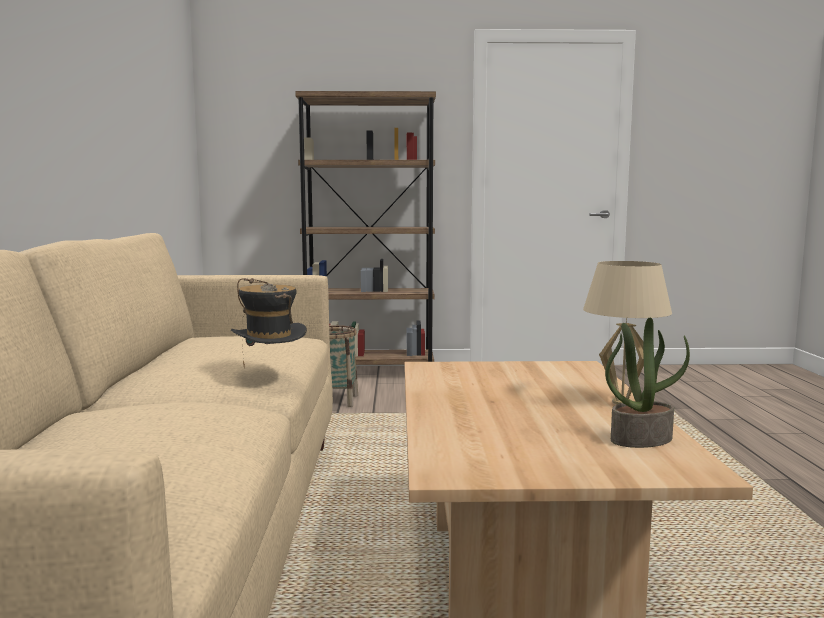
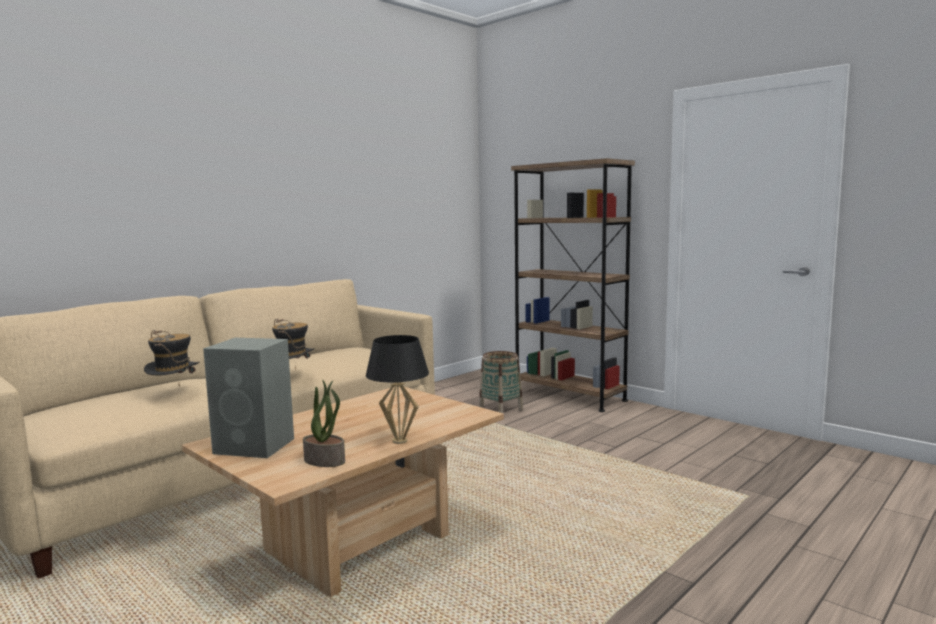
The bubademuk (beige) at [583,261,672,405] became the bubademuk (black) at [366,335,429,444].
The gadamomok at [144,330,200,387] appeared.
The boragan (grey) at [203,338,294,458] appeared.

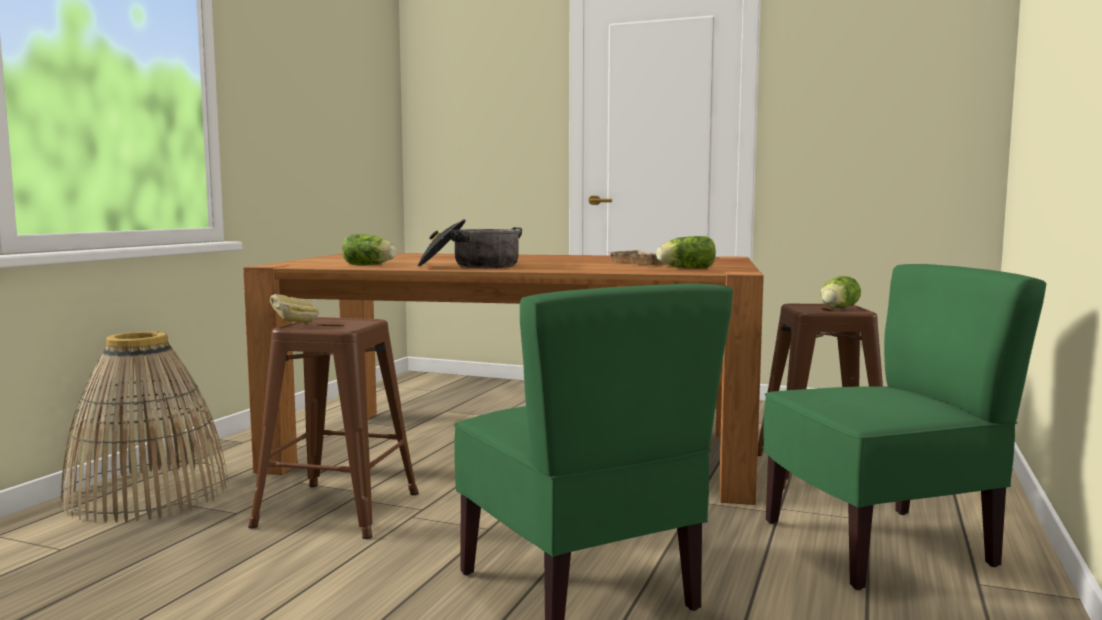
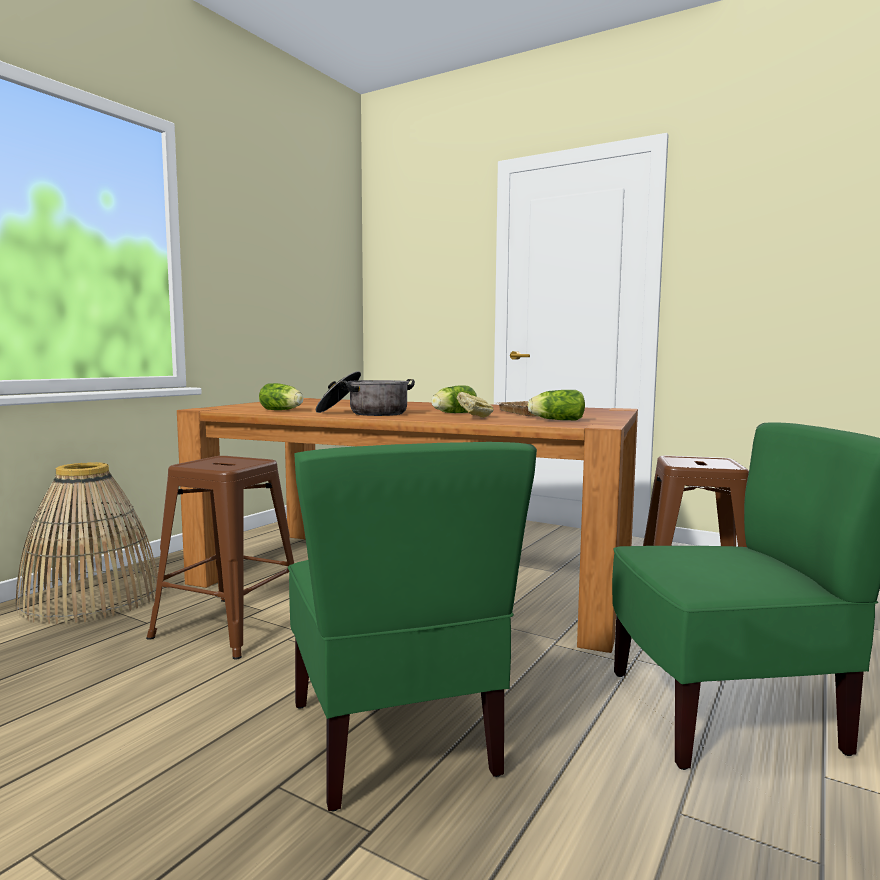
The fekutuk moved from [820,276,861,308] to [431,385,477,413].
The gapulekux moved from [270,294,319,323] to [457,392,493,418].

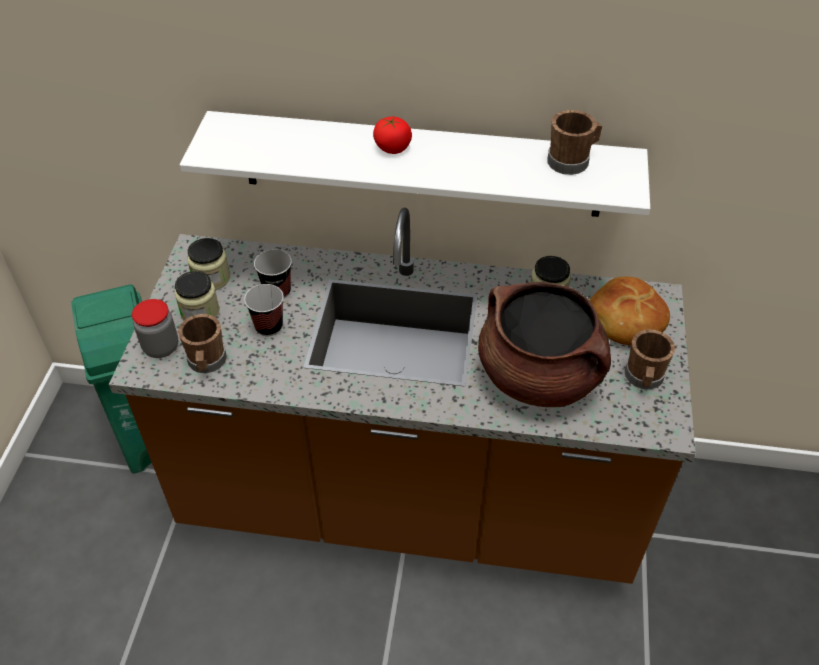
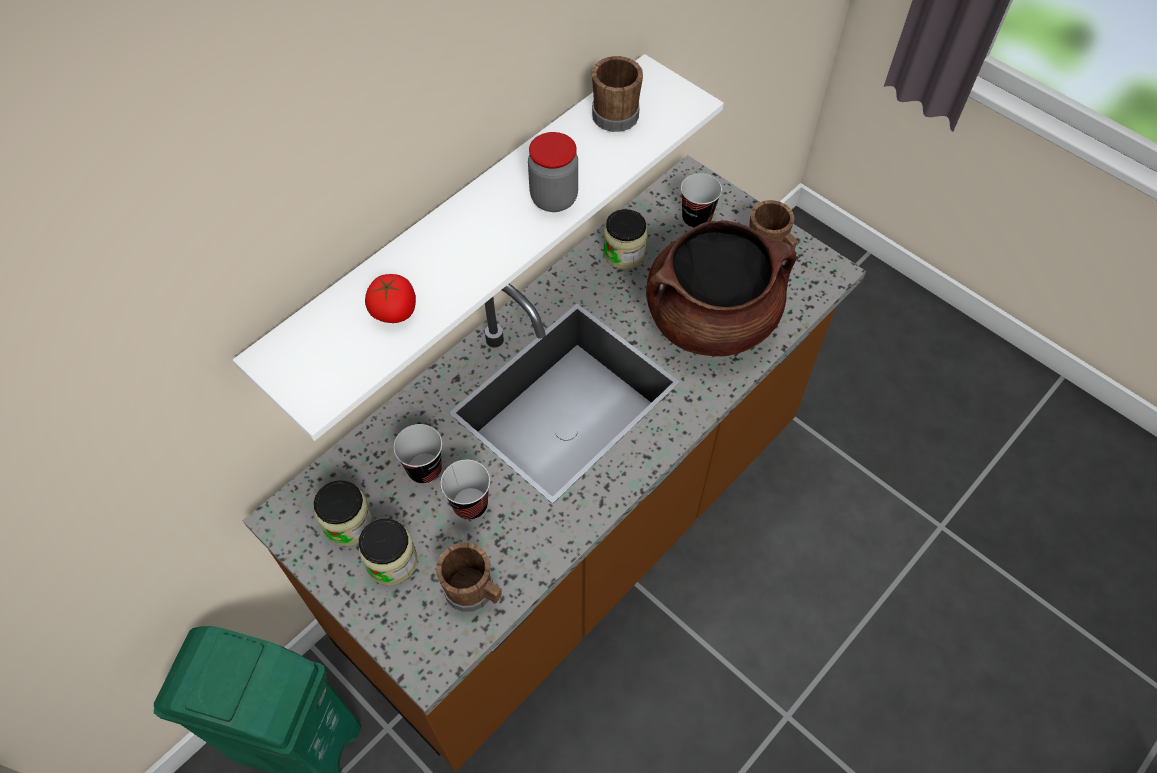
The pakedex moved from [373,116,412,154] to [365,274,416,323].
The gapulekux at [589,276,670,346] was replaced by the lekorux at [681,173,722,229].
The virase moved from [132,299,178,358] to [528,132,578,212].

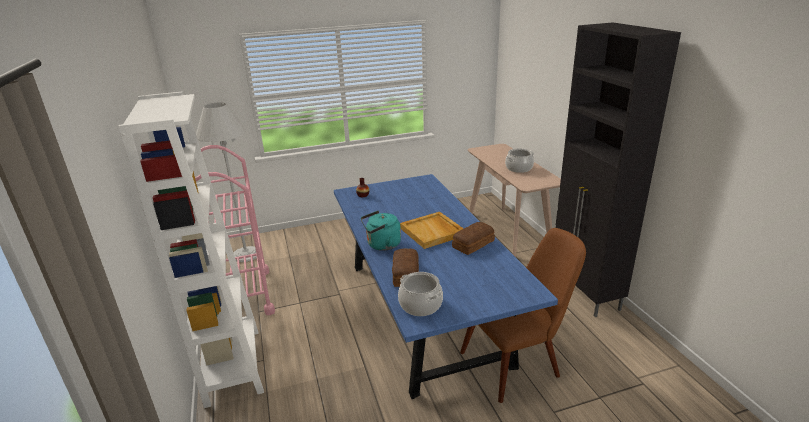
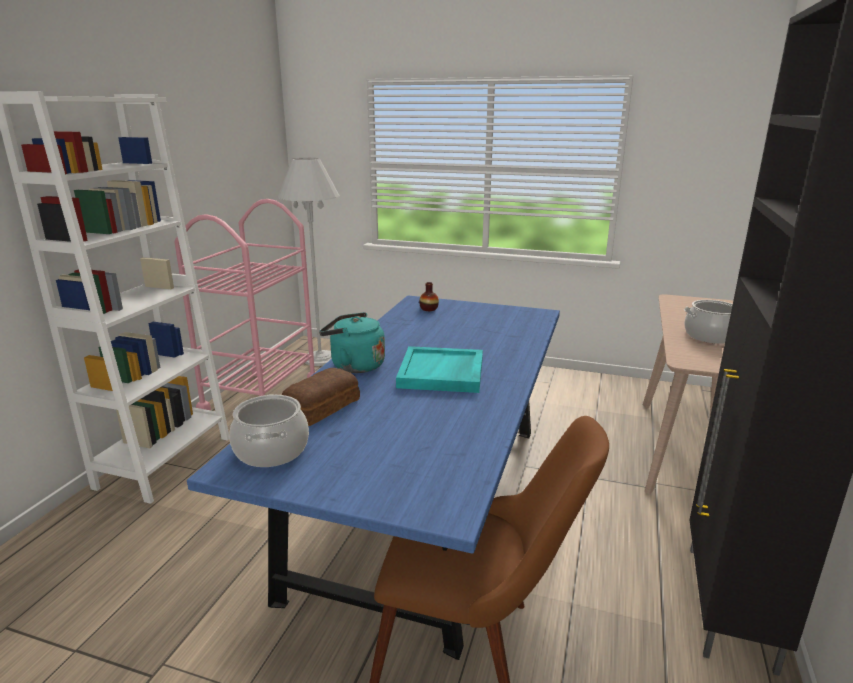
The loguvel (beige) at [400,212,464,249] became the loguvel (turquoise) at [396,346,483,393].
The gapulekux at [452,222,495,255] disappeared.

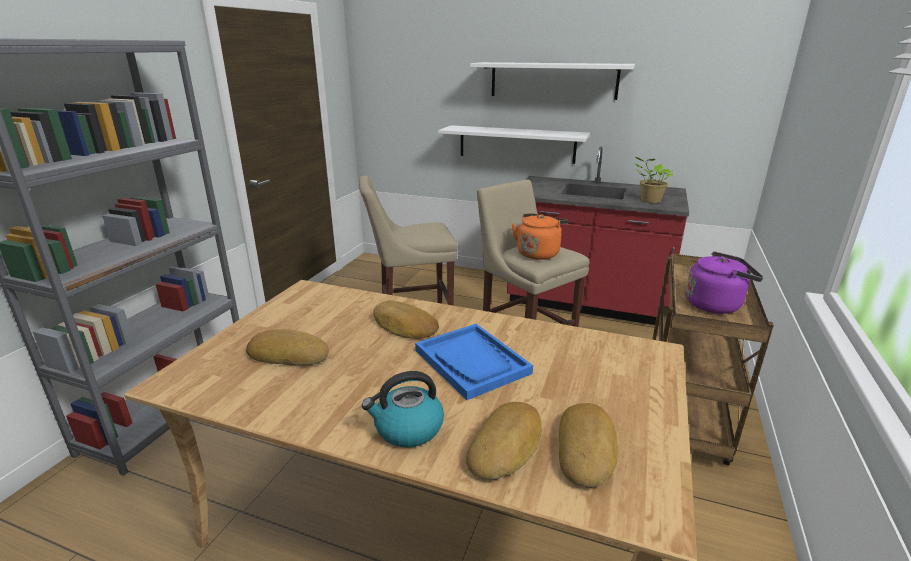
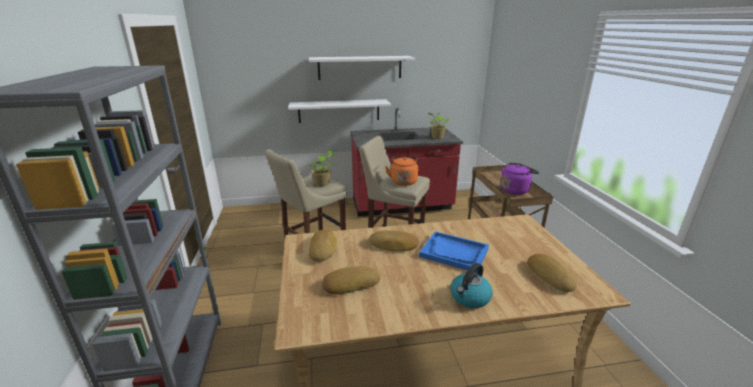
The gapulekux moved from [466,402,542,480] to [309,230,337,262].
The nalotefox at [306,150,336,186] appeared.

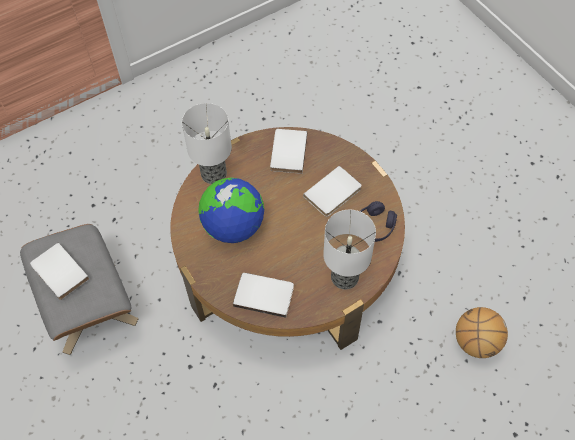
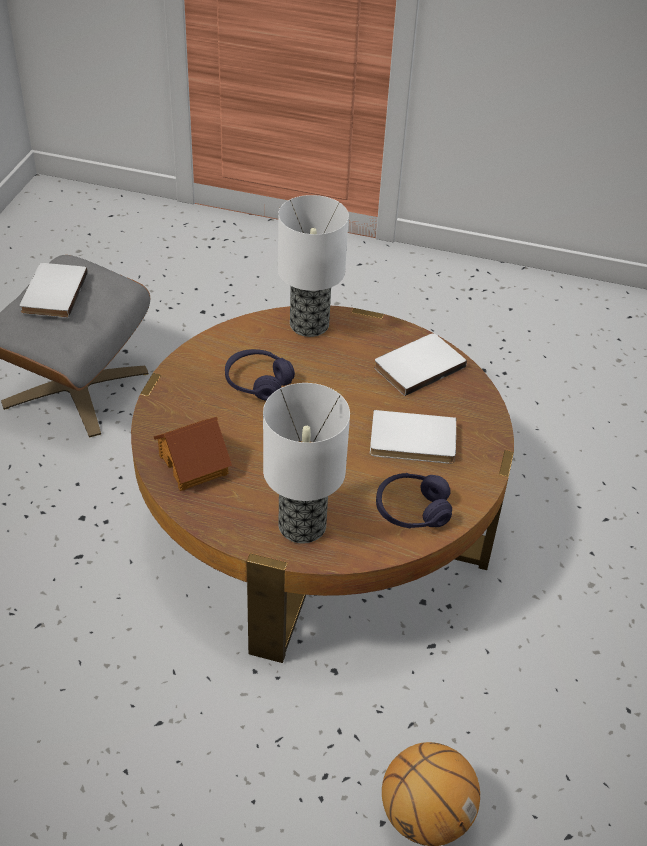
The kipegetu at [198,177,264,243] was replaced by the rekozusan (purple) at [225,349,295,401].
The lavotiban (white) at [233,273,294,318] was replaced by the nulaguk at [154,417,232,491].

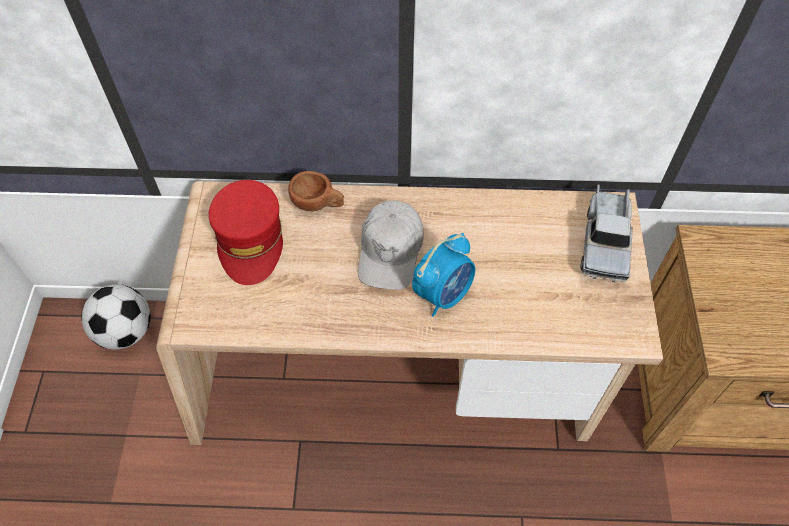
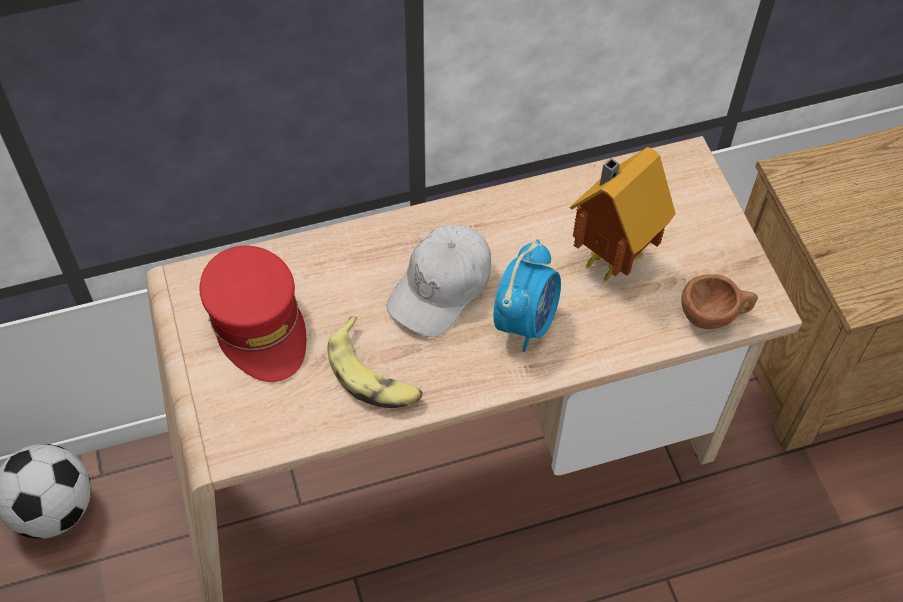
The lekorux (brown) moved from [288,171,344,211] to [681,274,758,329].
The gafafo at [580,184,633,282] disappeared.
The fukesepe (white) at [358,200,424,290] turned 45 degrees clockwise.
The nulaguk at [570,147,676,283] appeared.
The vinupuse at [327,316,423,408] appeared.

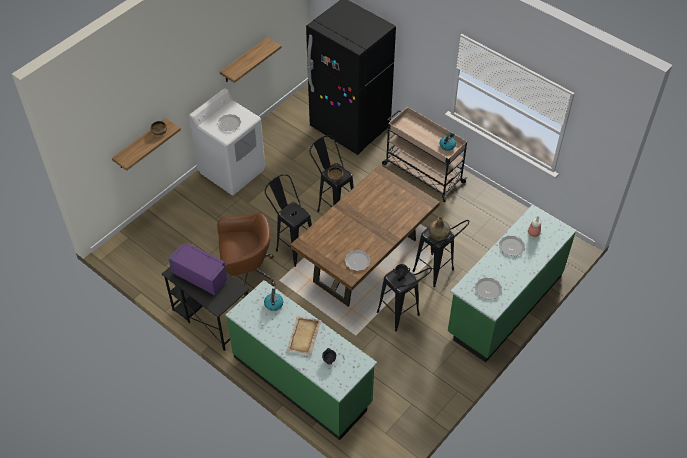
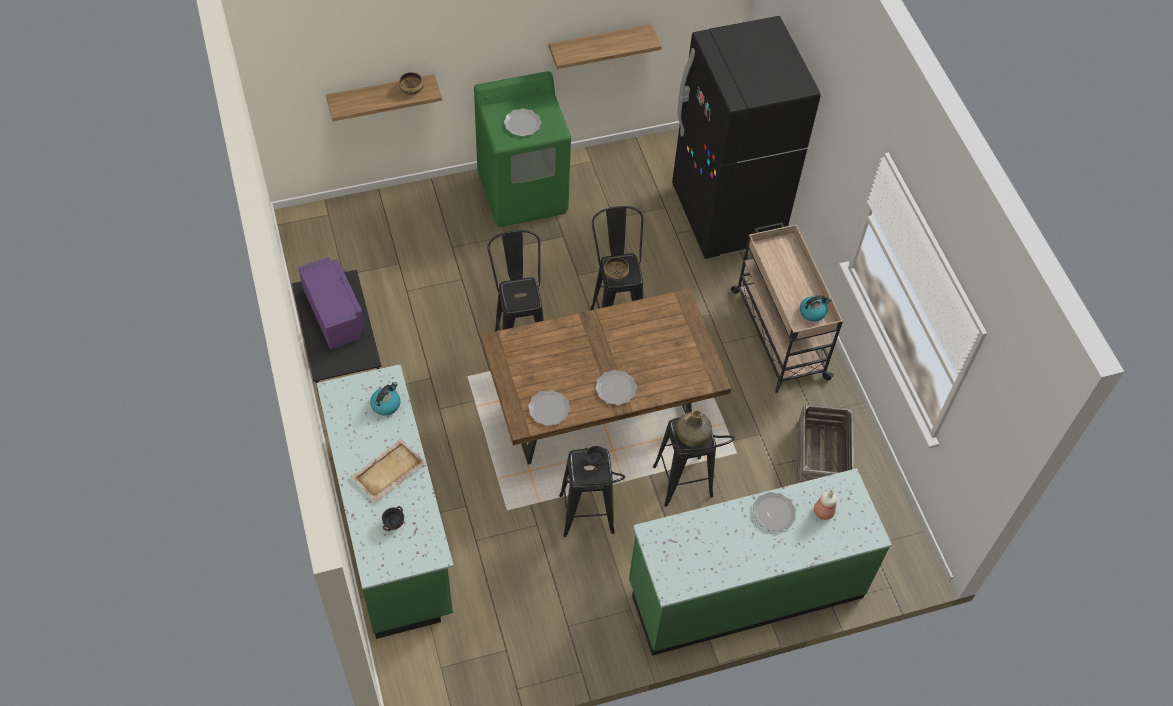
The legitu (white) at [189,89,265,195] became the legitu (green) at [474,71,571,227].
The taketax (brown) at [217,212,276,298] disappeared.
The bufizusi moved from [475,277,502,300] to [595,370,637,405].
The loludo at [796,404,854,484] appeared.

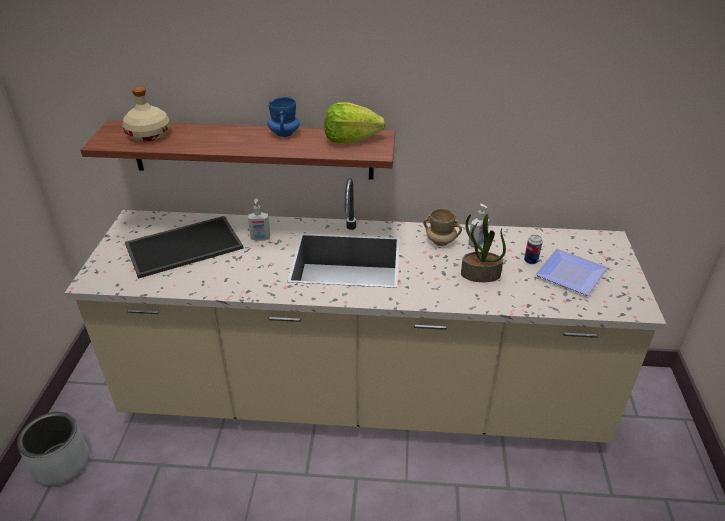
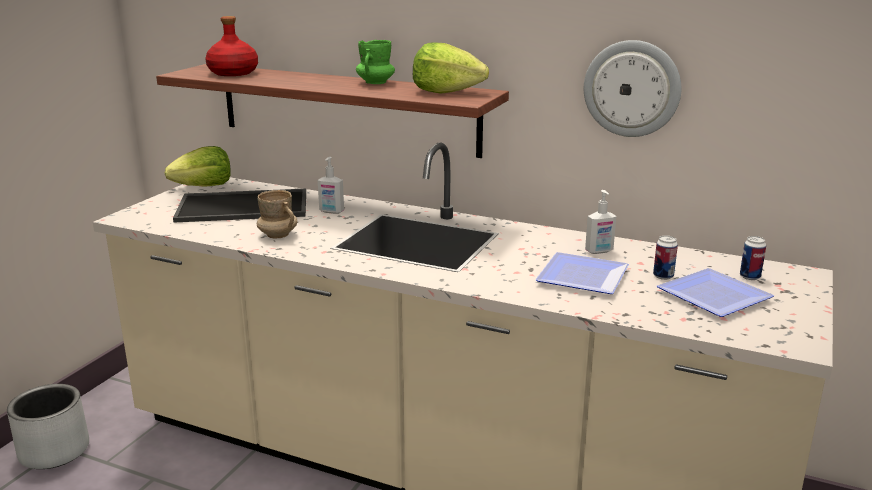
The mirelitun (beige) at [122,87,170,141] became the mirelitun (red) at [205,16,258,76].
The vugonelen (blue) at [267,97,300,137] became the vugonelen (green) at [356,40,395,84].
The vugonelen (beige) moved from [423,208,462,246] to [257,190,298,239].
The nalotefox at [461,214,506,282] was replaced by the bufizusi at [535,252,629,294].
The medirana at [584,40,681,137] appeared.
The fekutuk at [165,146,231,187] appeared.
The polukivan at [740,236,766,280] appeared.

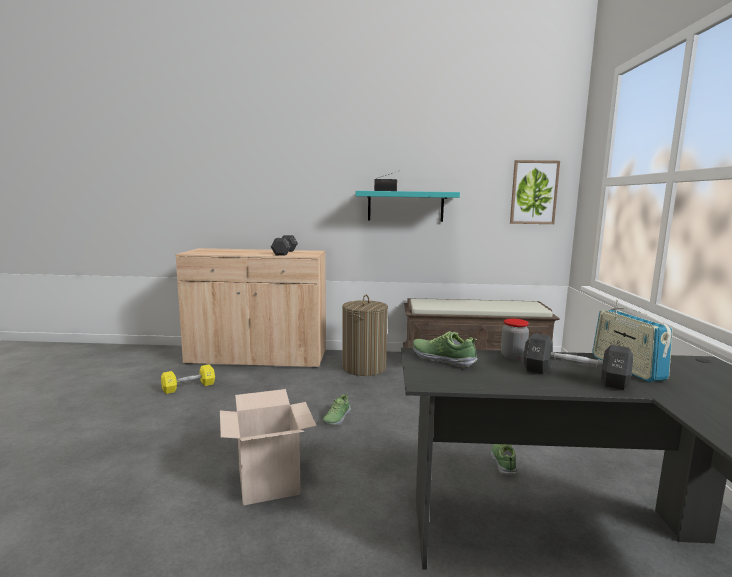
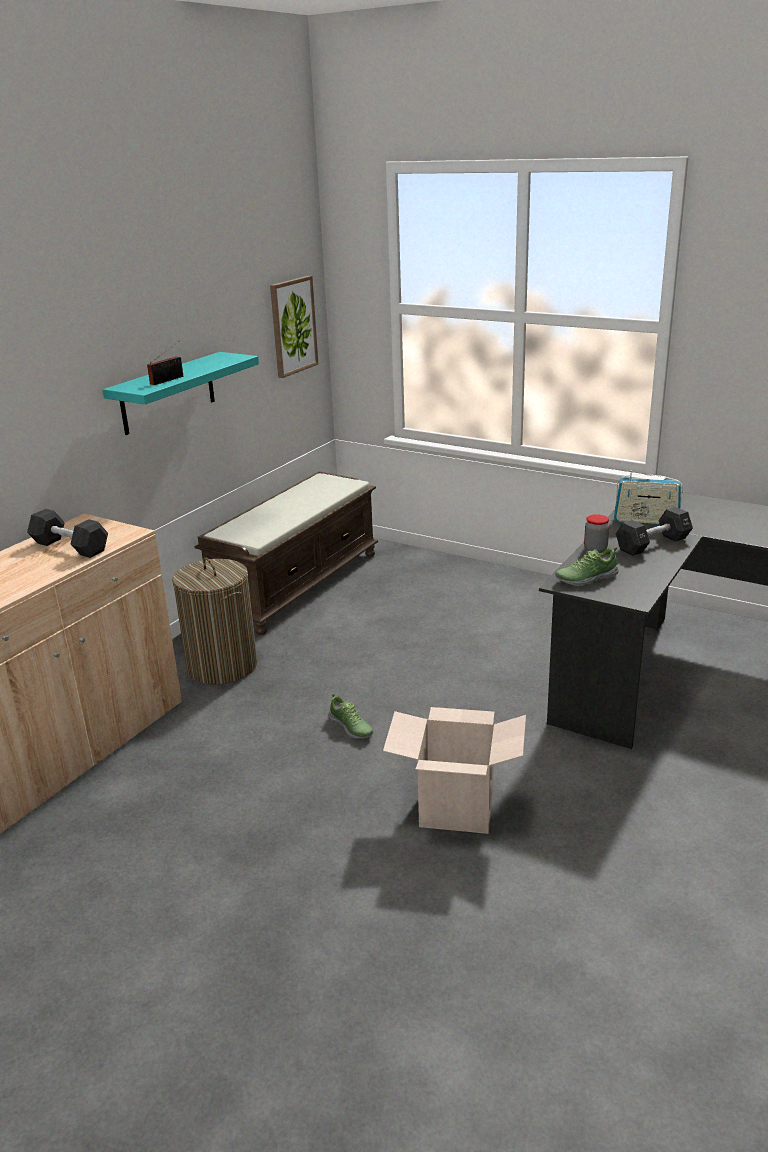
The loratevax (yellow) at [161,364,215,394] disappeared.
The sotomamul at [490,444,518,475] disappeared.

